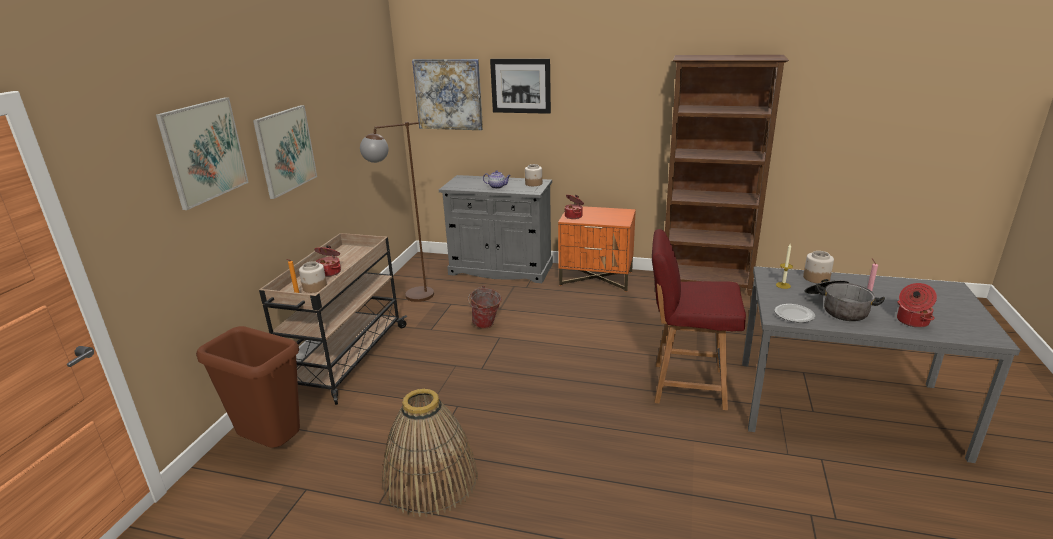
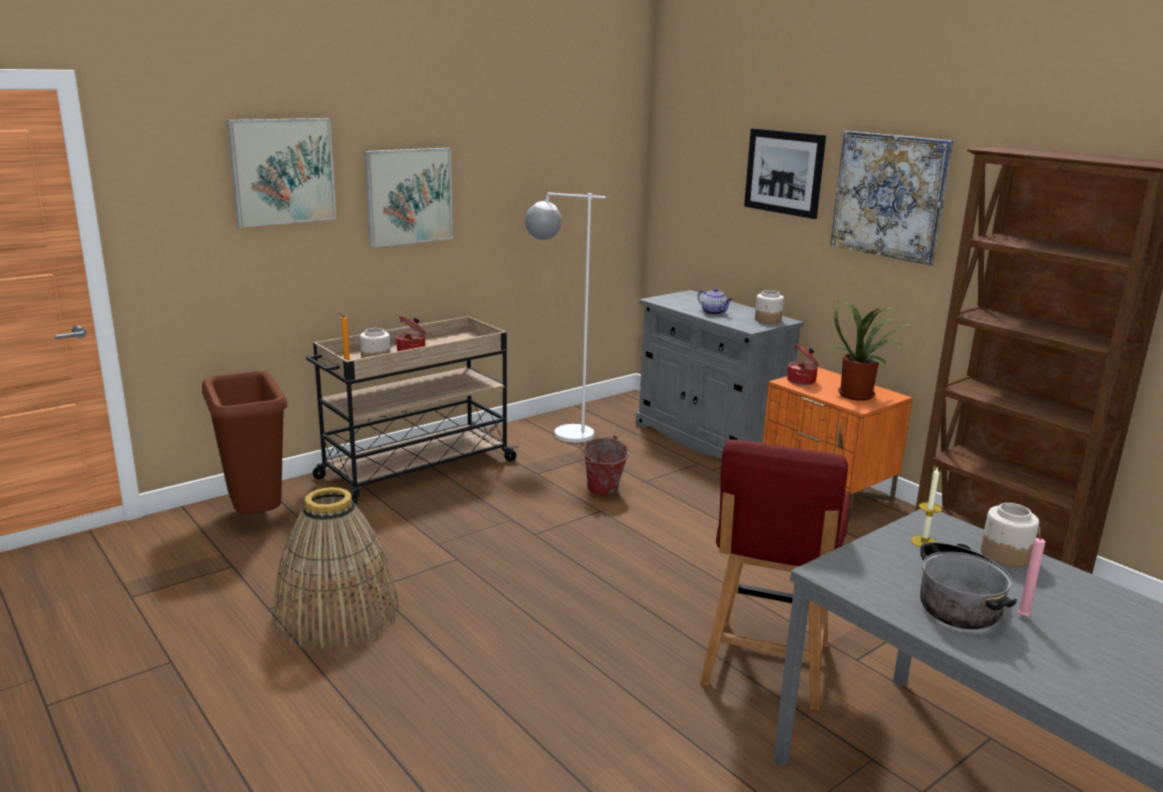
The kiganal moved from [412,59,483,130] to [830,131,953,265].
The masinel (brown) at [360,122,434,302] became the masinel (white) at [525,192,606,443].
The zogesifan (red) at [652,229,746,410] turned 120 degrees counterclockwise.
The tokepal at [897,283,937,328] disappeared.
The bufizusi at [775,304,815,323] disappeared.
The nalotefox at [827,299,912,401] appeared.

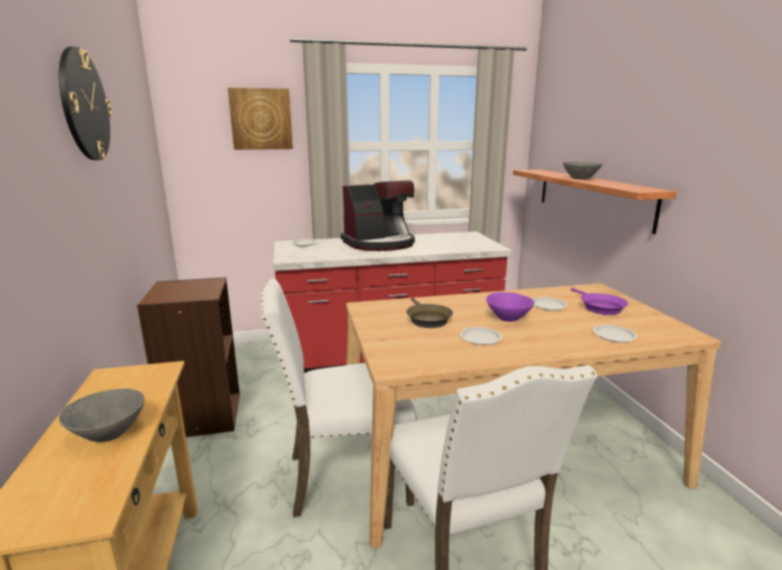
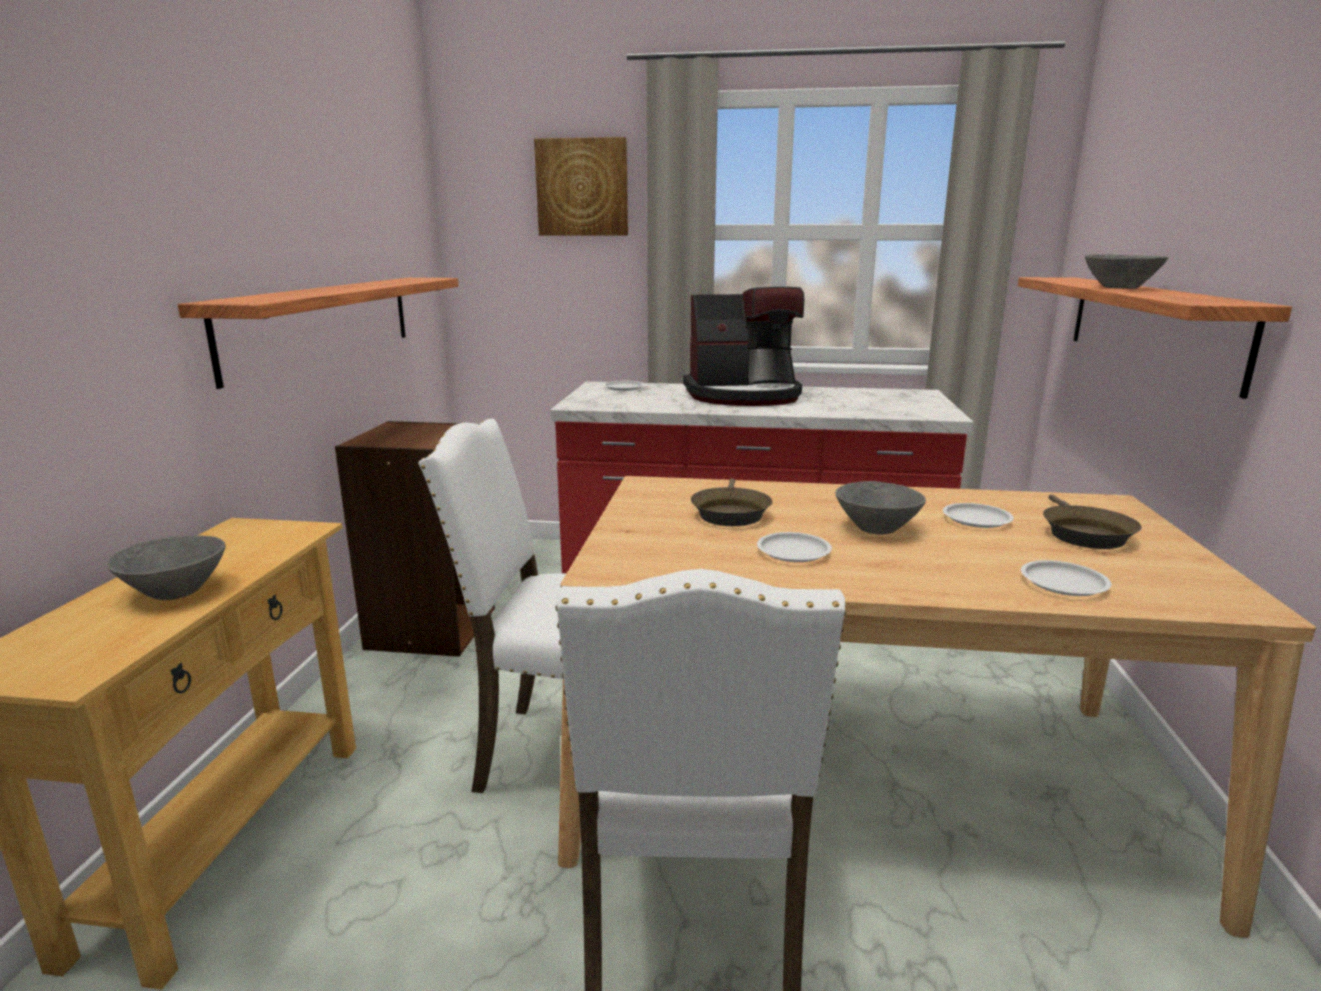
The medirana at [59,46,112,160] disappeared.
The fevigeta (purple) at [571,288,628,315] became the fevigeta (brown) at [1043,494,1142,549].
The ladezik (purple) at [486,292,534,322] became the ladezik (grey) at [835,481,926,535].
The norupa at [178,278,459,389] appeared.

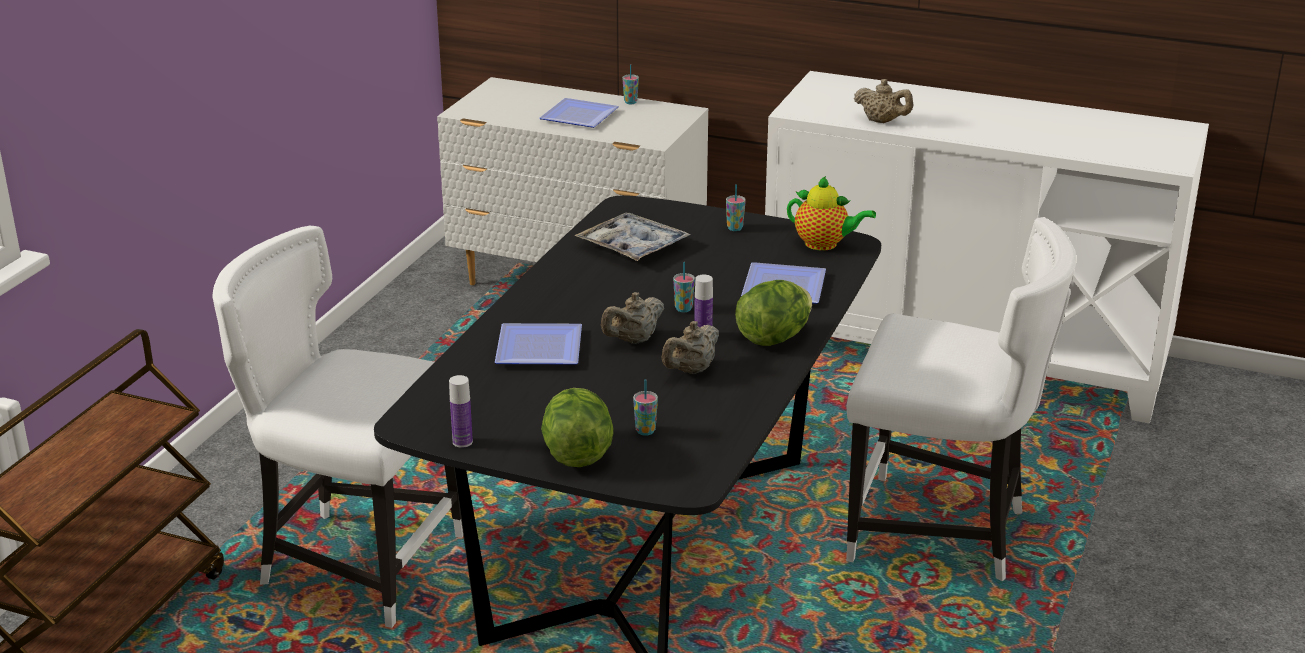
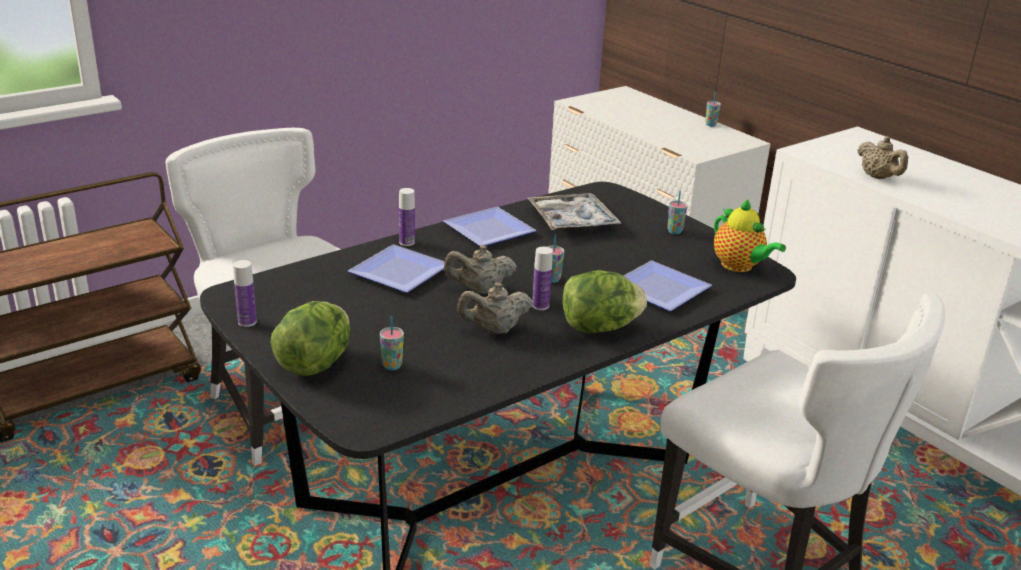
The bufizusi moved from [539,98,619,128] to [443,207,537,246].
The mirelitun at [399,188,415,246] appeared.

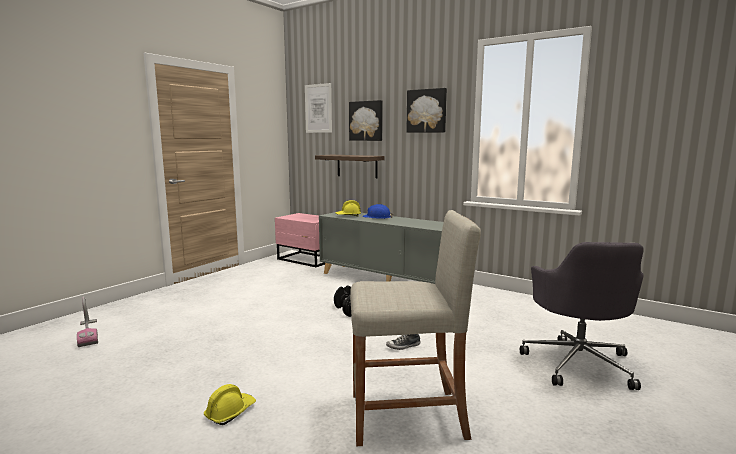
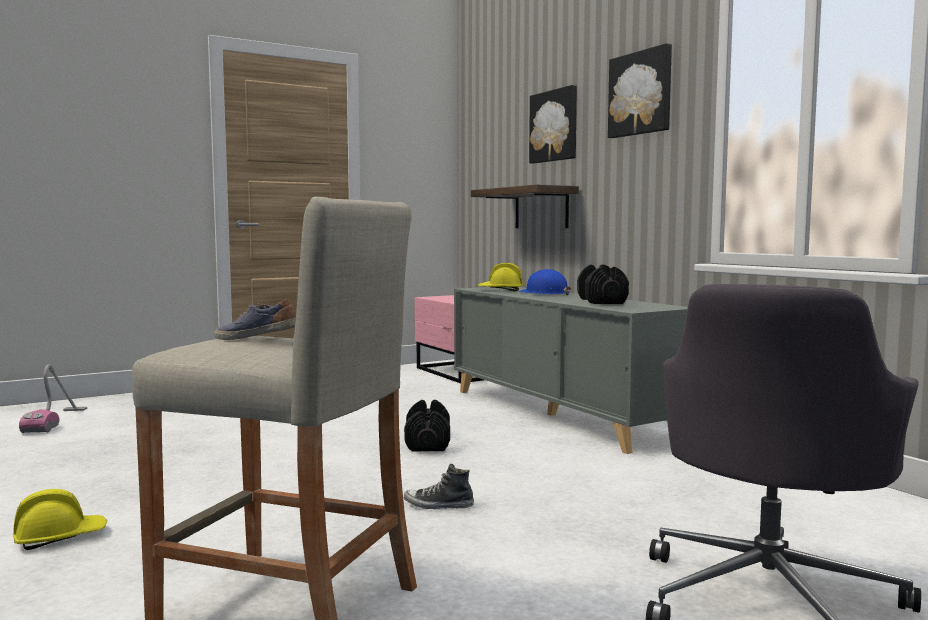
The kiganal at [305,83,332,133] disappeared.
The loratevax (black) at [577,264,629,304] appeared.
The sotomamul at [214,299,296,340] appeared.

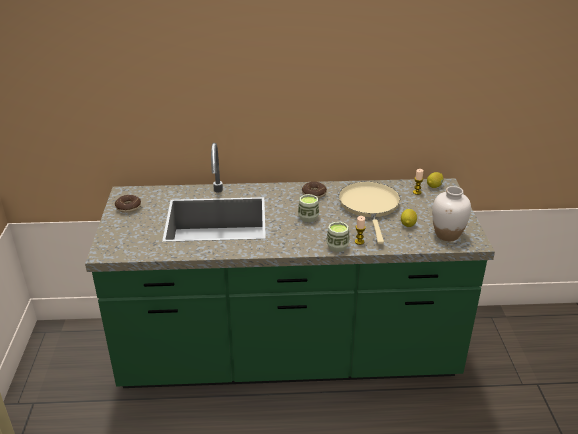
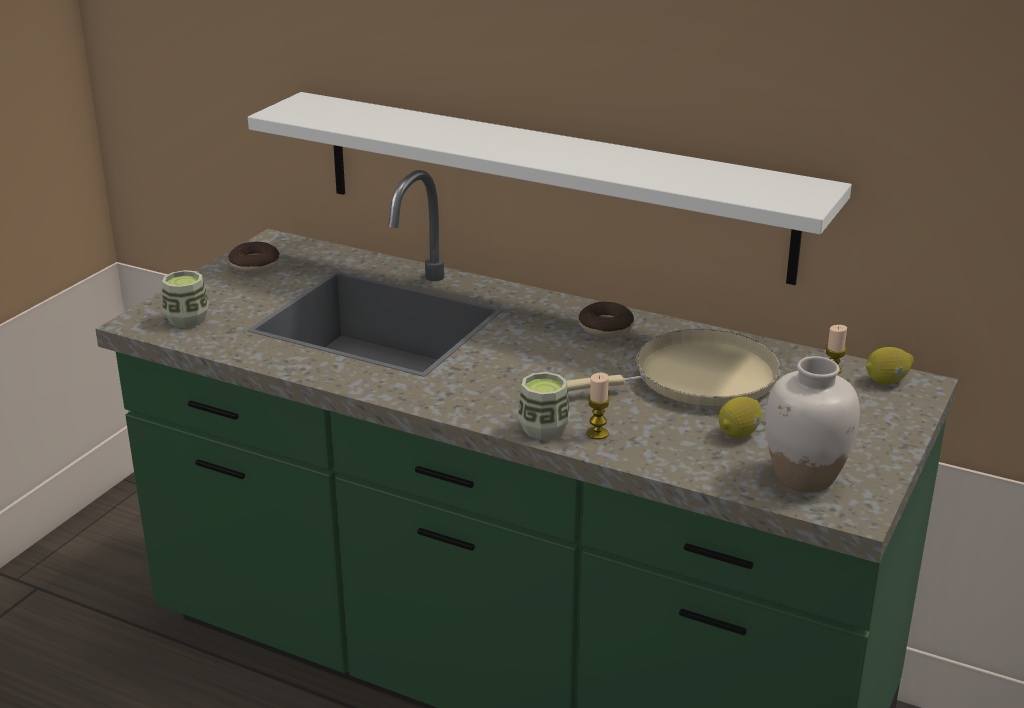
The fevigeta (beige) at [339,182,400,244] turned 45 degrees clockwise.
The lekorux moved from [298,194,319,222] to [162,270,209,328].
The norupa (white) at [248,92,852,285] appeared.

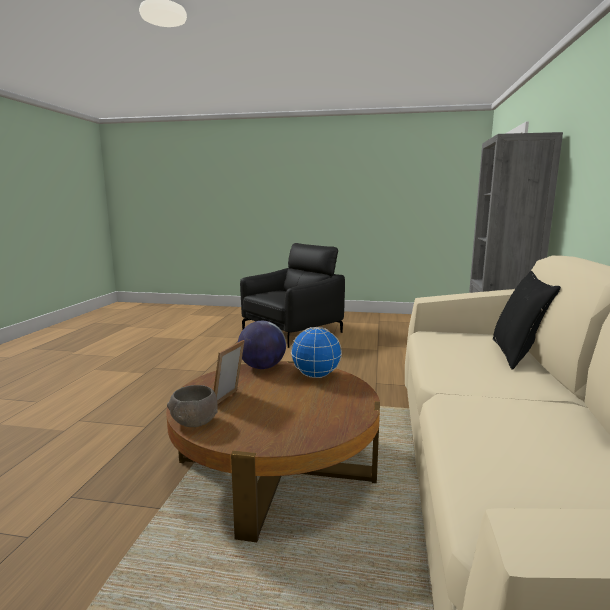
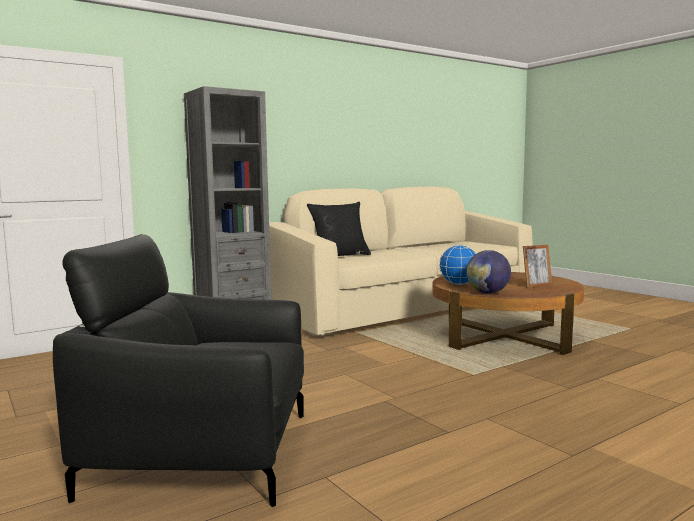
The ladezik (grey) at [167,385,218,427] disappeared.

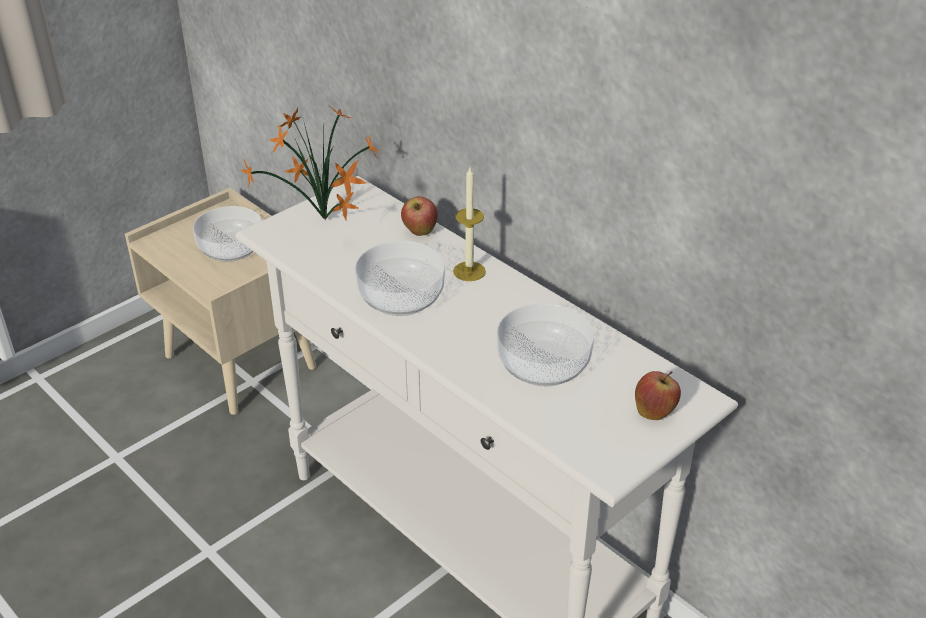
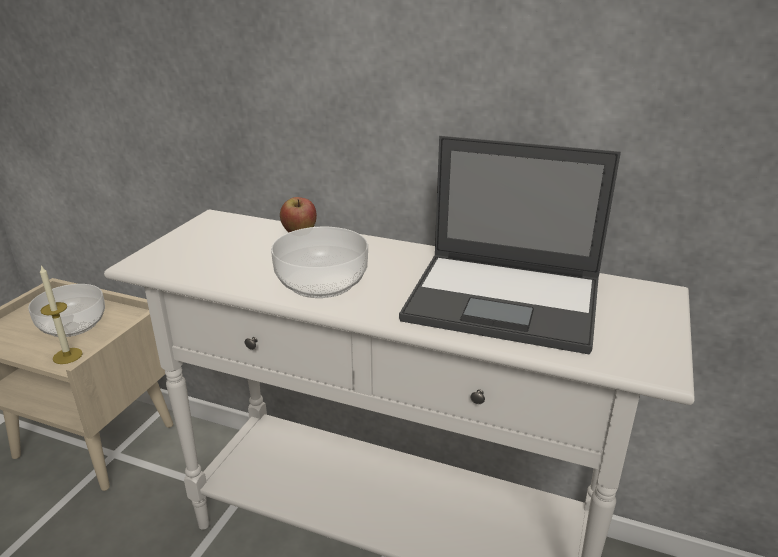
The nalotefox at [241,104,380,221] disappeared.
The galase moved from [453,167,486,281] to [40,265,83,364].
The ladezik at [497,303,594,386] was replaced by the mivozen at [399,136,621,354].
The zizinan at [635,371,681,420] disappeared.

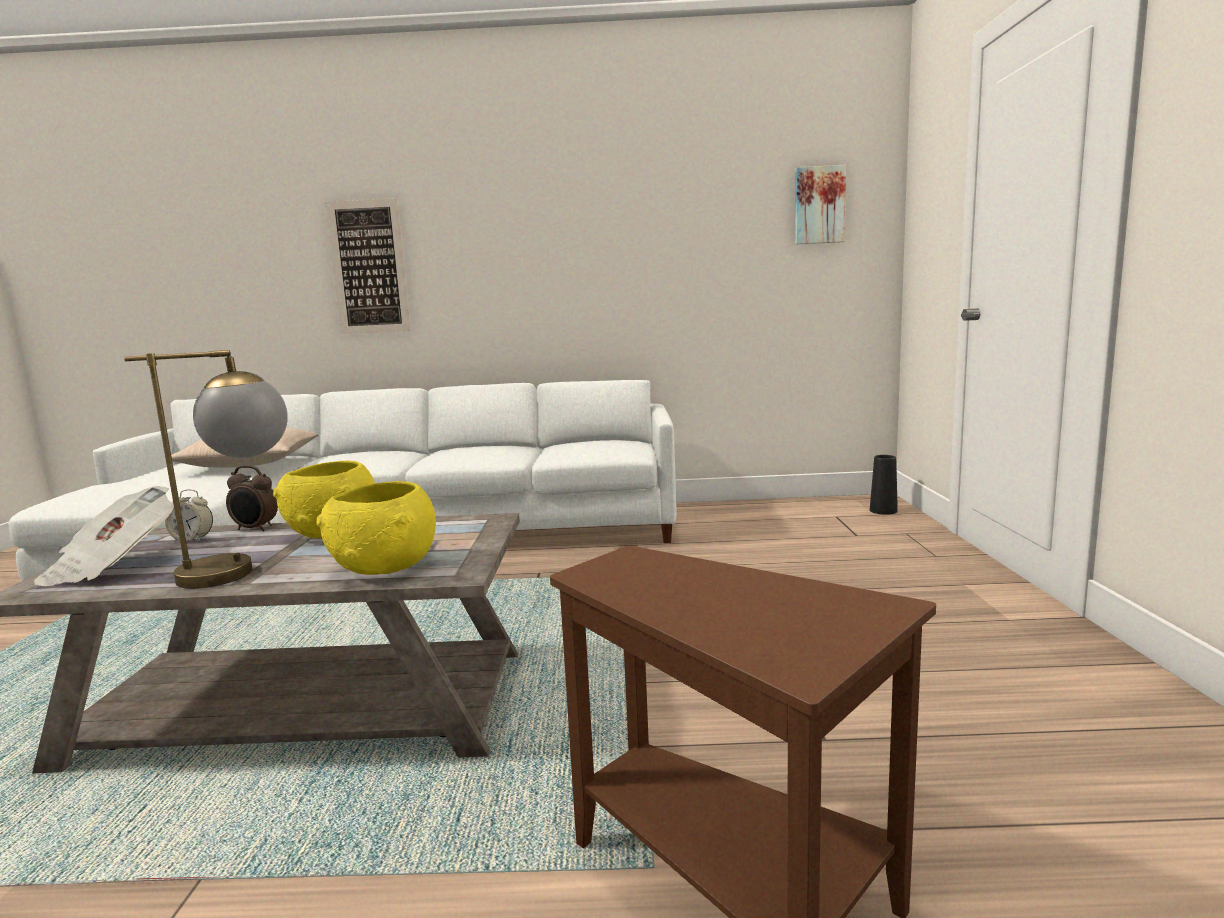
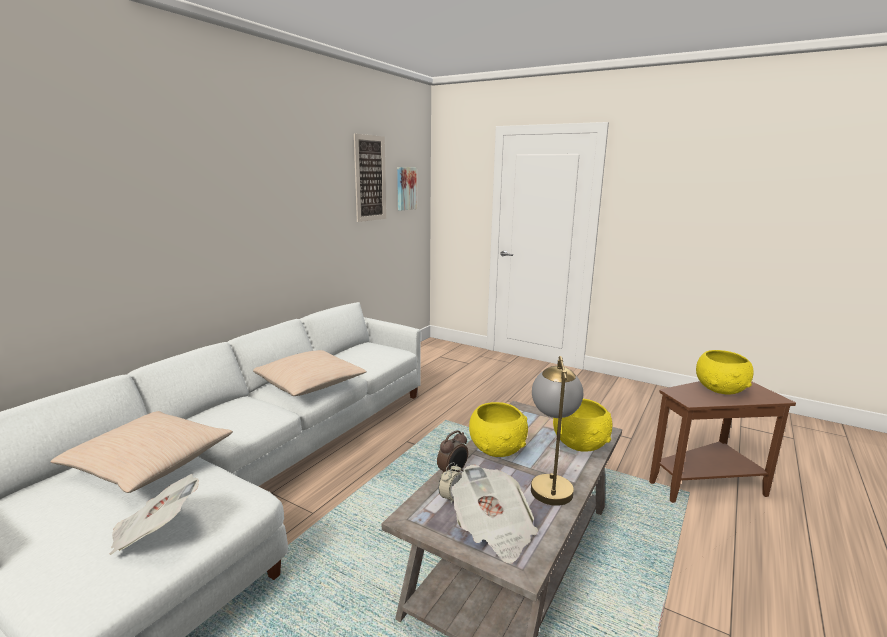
The kiganal moved from [325,198,411,334] to [354,133,386,222].
The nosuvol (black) at [870,455,898,515] disappeared.
The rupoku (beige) at [253,350,367,396] appeared.
The ladezik (yellow) at [696,350,754,394] appeared.
The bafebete at [110,474,199,555] appeared.

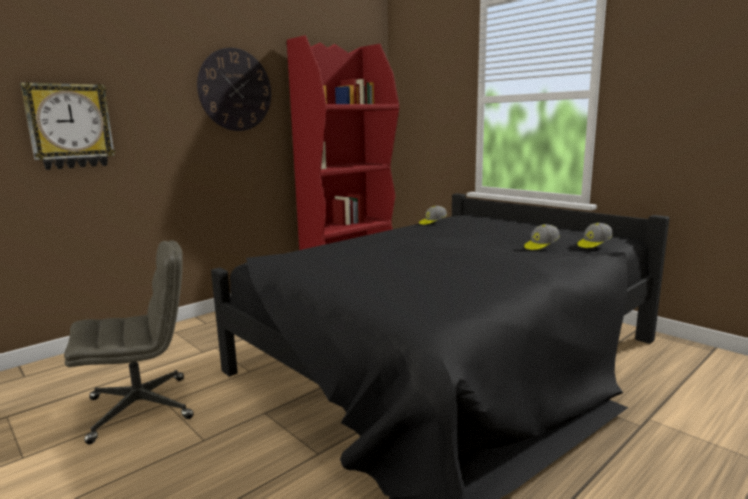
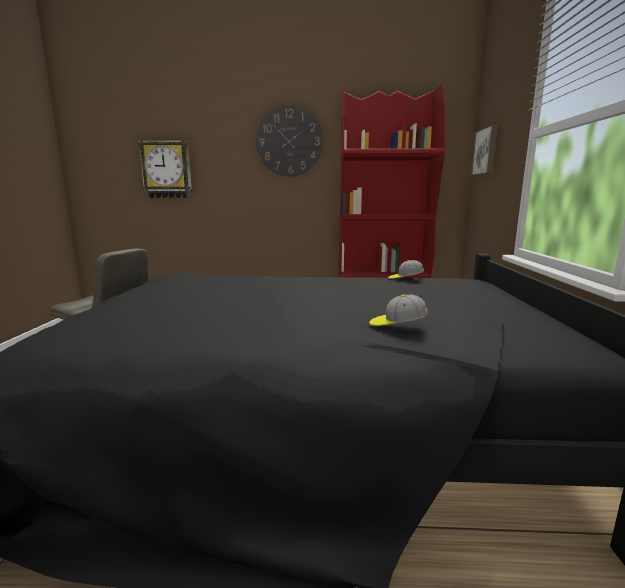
The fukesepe at [577,223,613,248] disappeared.
The kiganal at [471,124,498,176] appeared.

